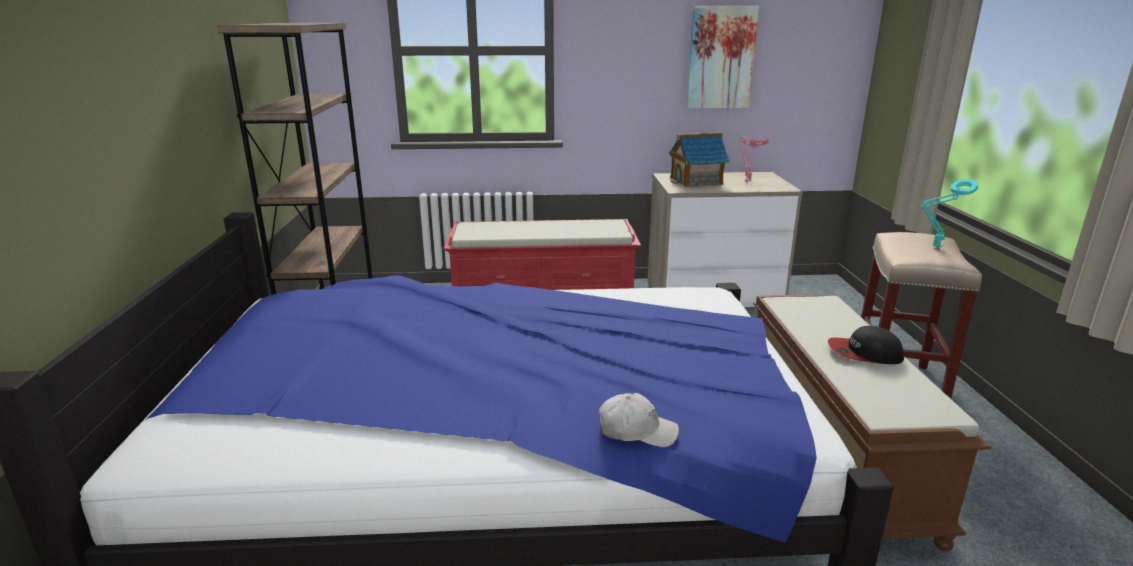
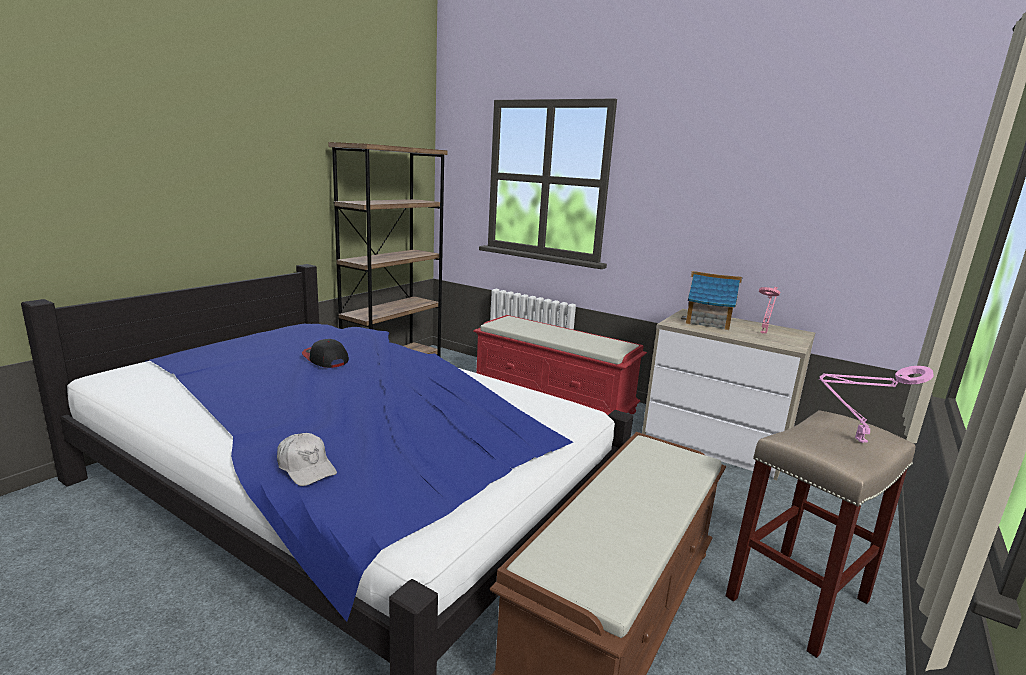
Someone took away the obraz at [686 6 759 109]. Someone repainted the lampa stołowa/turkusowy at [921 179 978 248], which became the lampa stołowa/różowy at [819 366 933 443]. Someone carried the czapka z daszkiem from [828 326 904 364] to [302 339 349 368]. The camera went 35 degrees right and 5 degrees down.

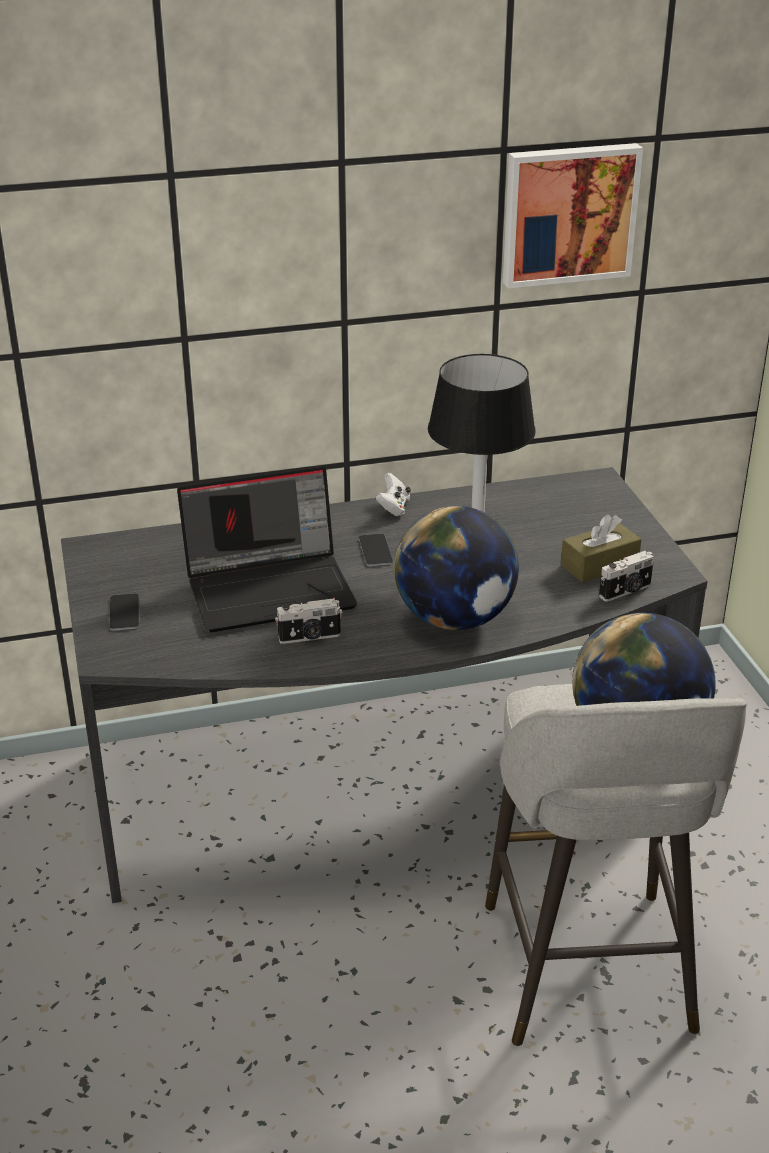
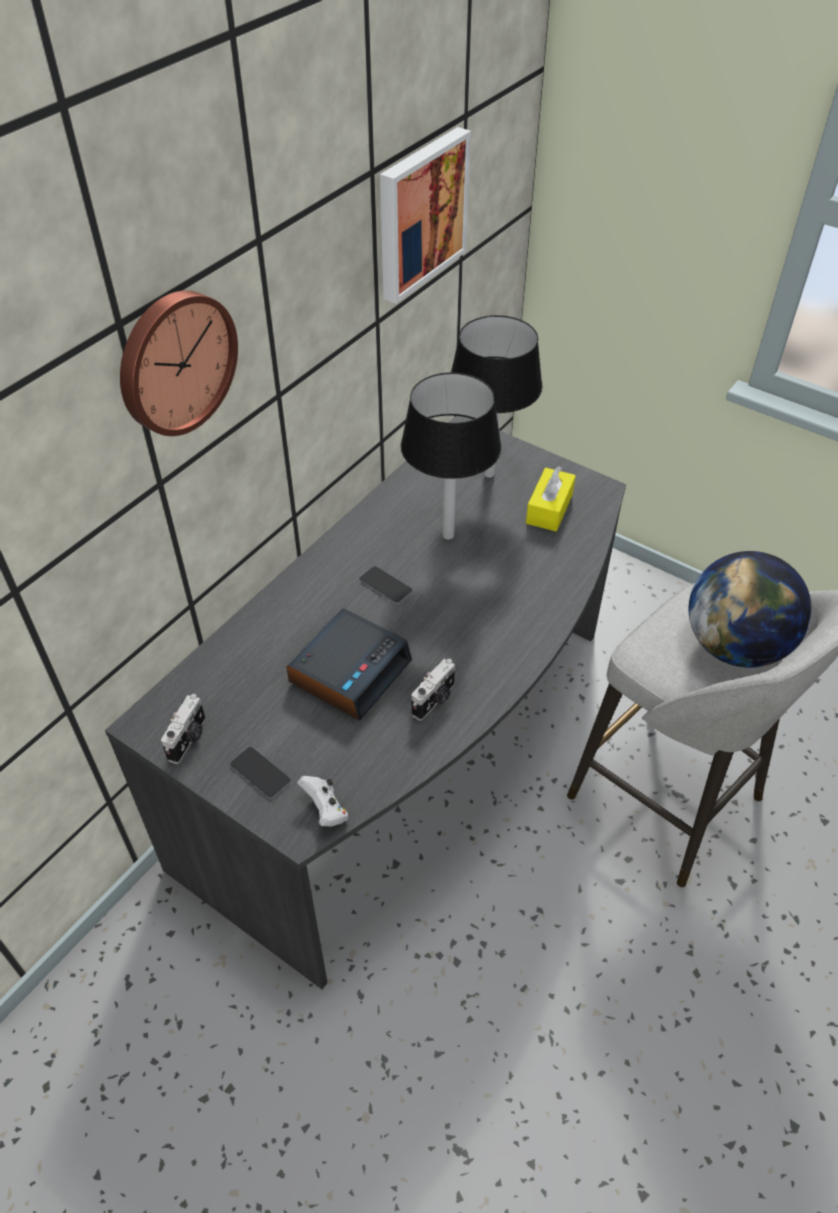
Someone swapped the laptop at [177 467 357 632] for the budzik at [286 608 412 721]. Someone carried the pad do gier/biały from [376 473 411 516] to [297 776 348 826]. Someone took away the globus at [394 506 519 630]. Someone repainted the pudełko chusteczek/brązowy at [561 514 641 583], which became the pudełko chusteczek/żółty at [526 466 576 531]. Someone carried the aparat fotograficzny from [599 551 654 602] to [161 694 206 764]. Someone put up the zegar ścienny at [120 290 238 436]. Someone put down the lampa stołowa/czarny at [451 315 543 477]. The camera went 40 degrees left and 15 degrees up.

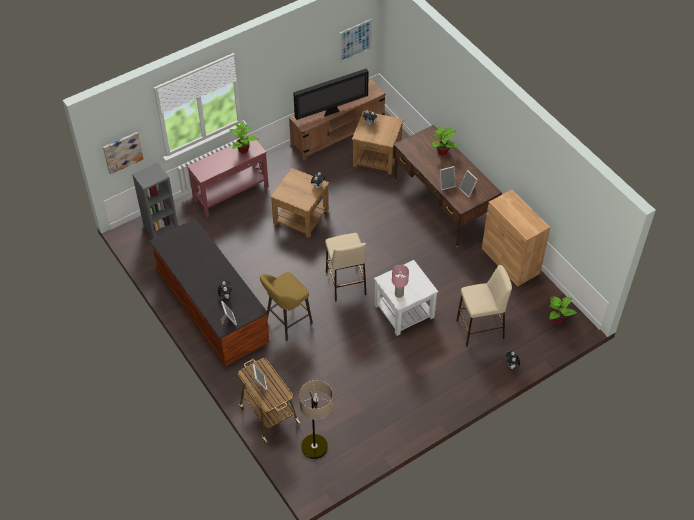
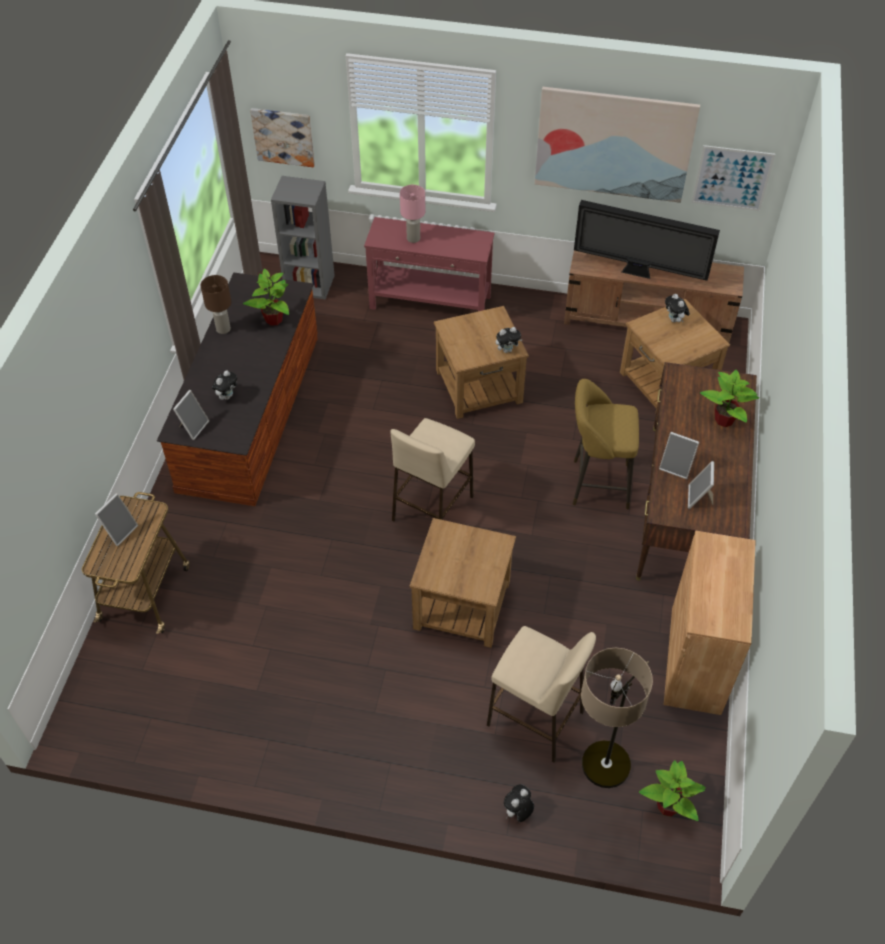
Someone carried the roślina doniczkowa from [230 121 259 154] to [243 268 289 326]. Someone repainted the stolik/biały at [374 260 438 336], which became the stolik/brązowy at [409 518 516 648]. Someone carried the lampa stołowa/różowy from [392 265 409 298] to [400 185 425 243]. Someone carried the stołek/żółty from [260 272 313 341] to [573 379 639 509]. Someone carried the lampa stojąca from [299 380 333 459] to [581 648 653 788]. Someone put up the obraz at [535 87 700 203]. Someone put down the lampa stołowa/brązowy at [200 275 231 334]. The camera went 45 degrees right and 0 degrees up.

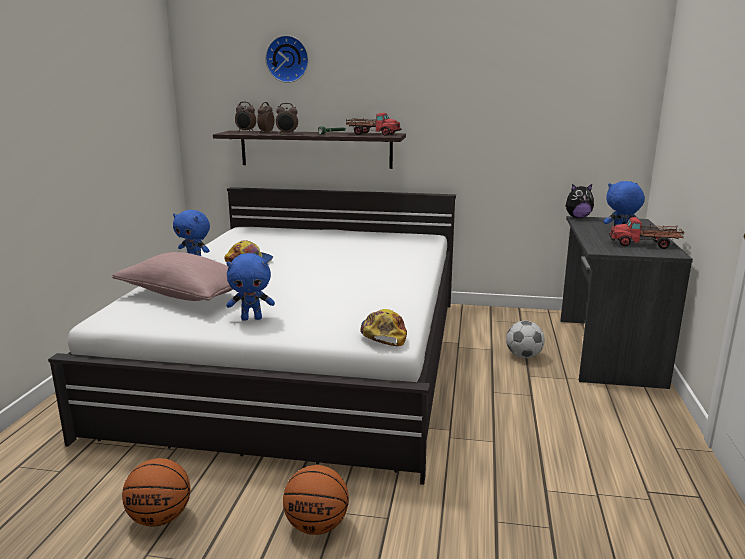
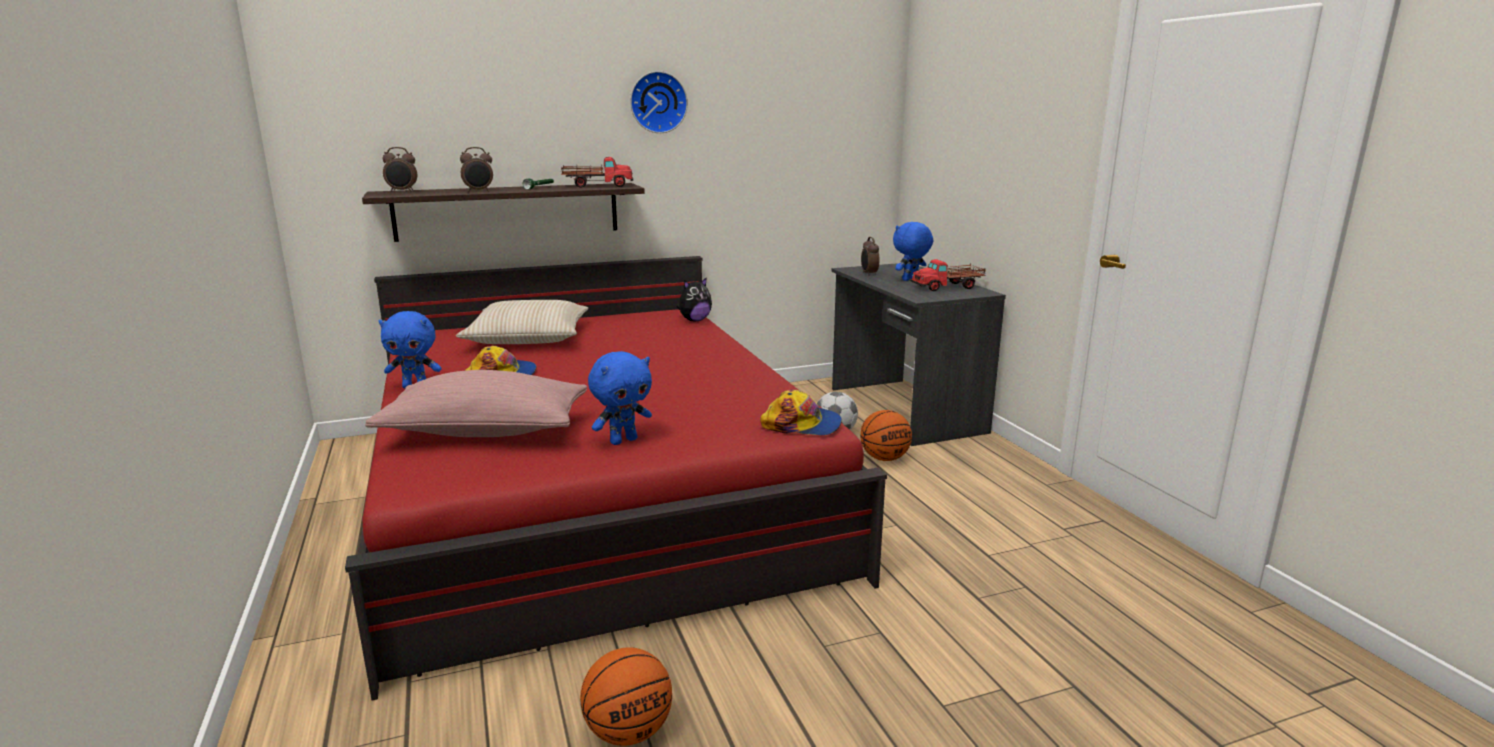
Someone carried the zegar ścienny from [265 35 309 83] to [630 71 688 133]. Someone carried the budzik from [257 102 274 133] to [861 237 880 276]. Someone carried the pluszak from [565 184 594 218] to [677 277 712 321]. Someone repainted the łóżko/biały at [48 187 456 485], which became the łóżko/czerwony at [345 256 887 700]. Someone rotated the czapka z daszkiem at [360 309 407 346] by 135 degrees clockwise. Someone carried the piłka do koszykówki from [283 465 349 535] to [860 410 912 461]. Someone put down the poduszka/beżowy at [456 300 589 344]. The camera went 30 degrees left and 0 degrees up.

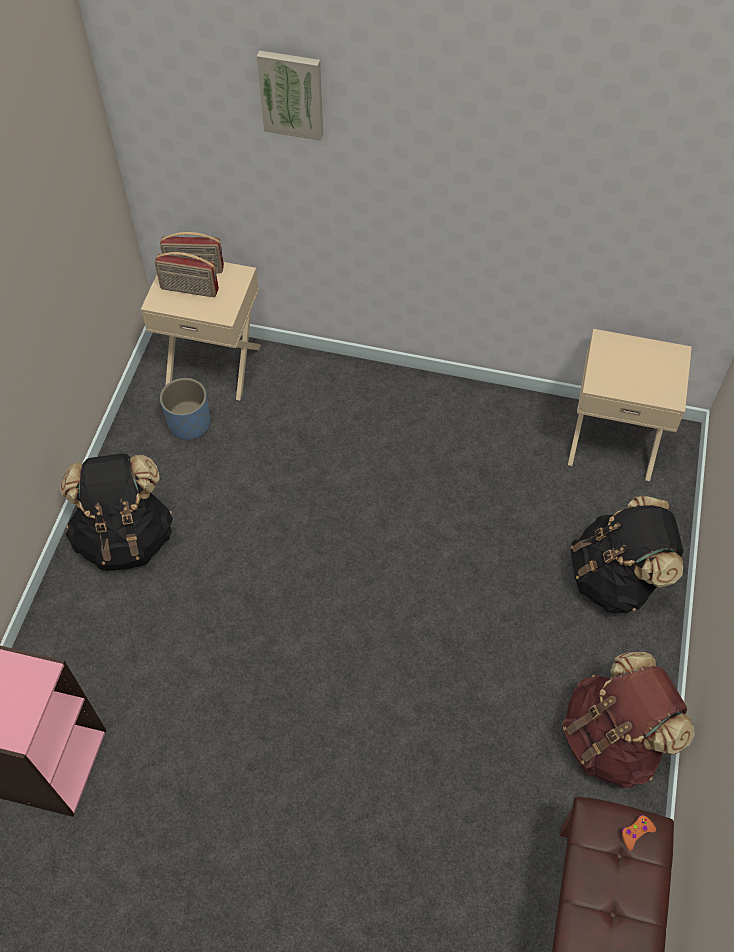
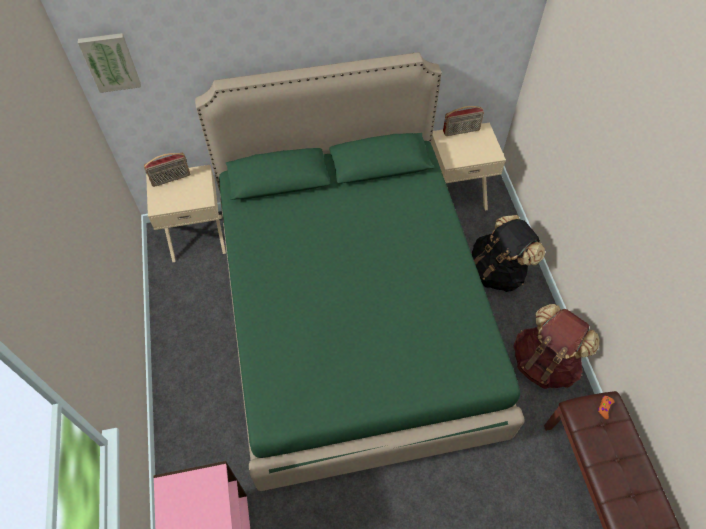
Someone carried the obraz from [257 50 323 141] to [78 33 141 93]. Someone carried the radio from [155 252 219 297] to [443 106 484 136]. Someone took away the donica/niebieski at [160 378 210 441]. Someone took away the plecak/czarny at [61 453 173 571]. Someone put down the łóżko/zielony at [195 52 525 491]. The camera went 25 degrees left and 0 degrees up.

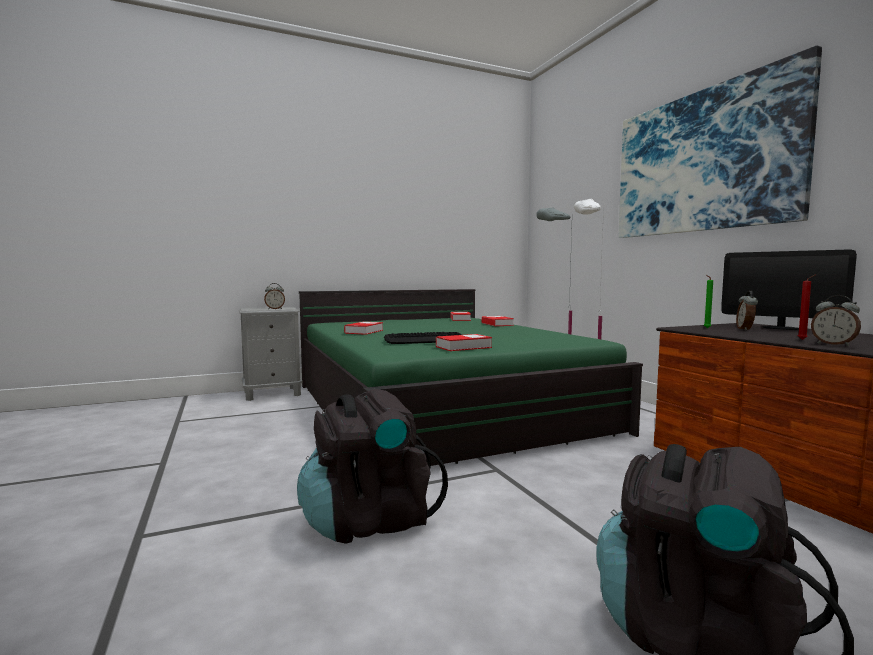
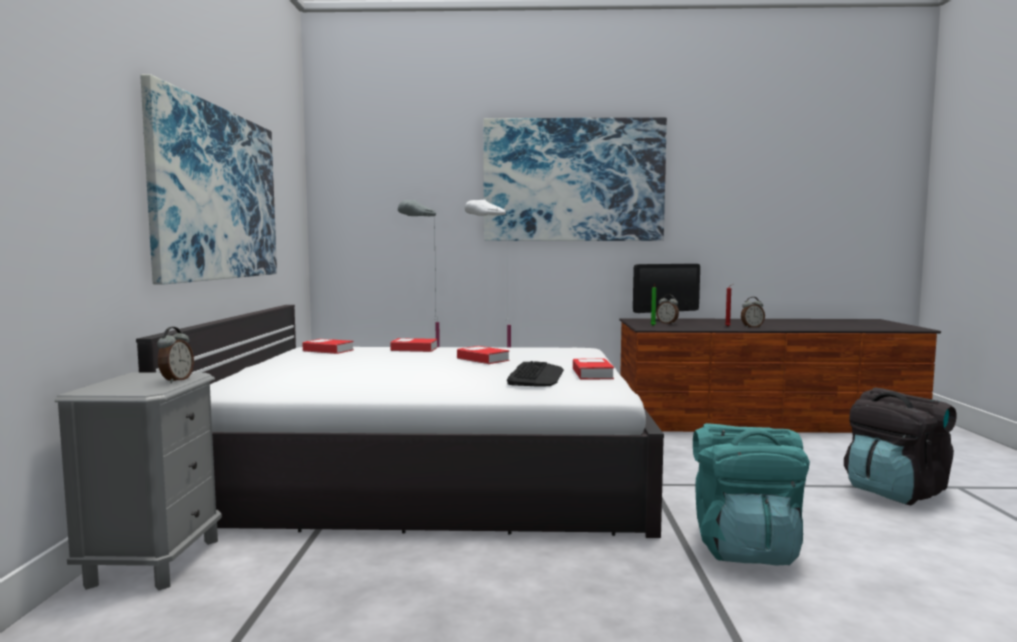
Someone repainted the łóżko/zielony at [299 289 643 466], which became the łóżko/biały at [136 305 664 538]. Someone carried the książka from [344 322 383 335] to [457 346 509 364]. Someone repainted the plecak/czarny at [297 389 448 544], which became the plecak/turkusowy at [693 423 810 565]. Someone put up the obraz at [140 74 277 285]. The camera went 65 degrees left and 0 degrees up.

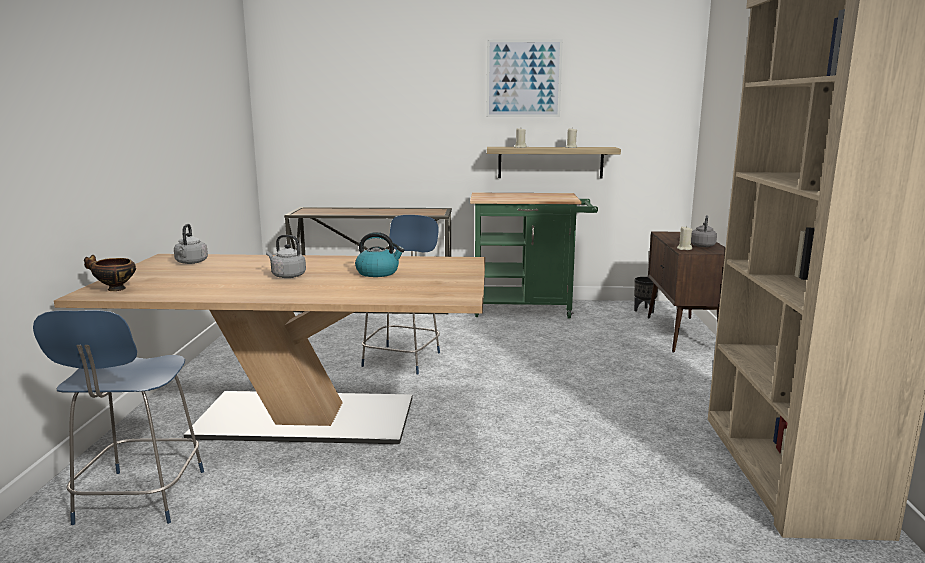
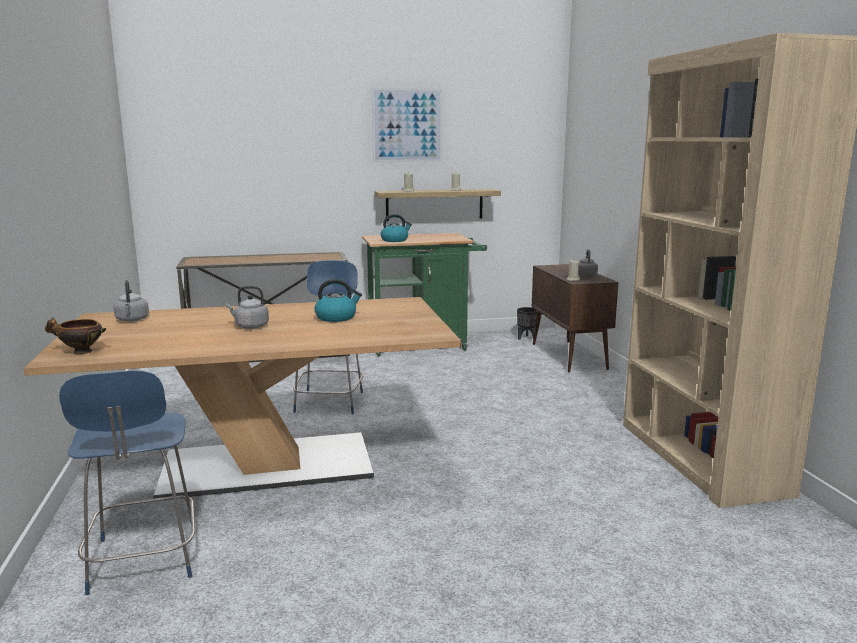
Someone put down the czajnik at [381 214 412 242]. The camera went 15 degrees left and 0 degrees up.

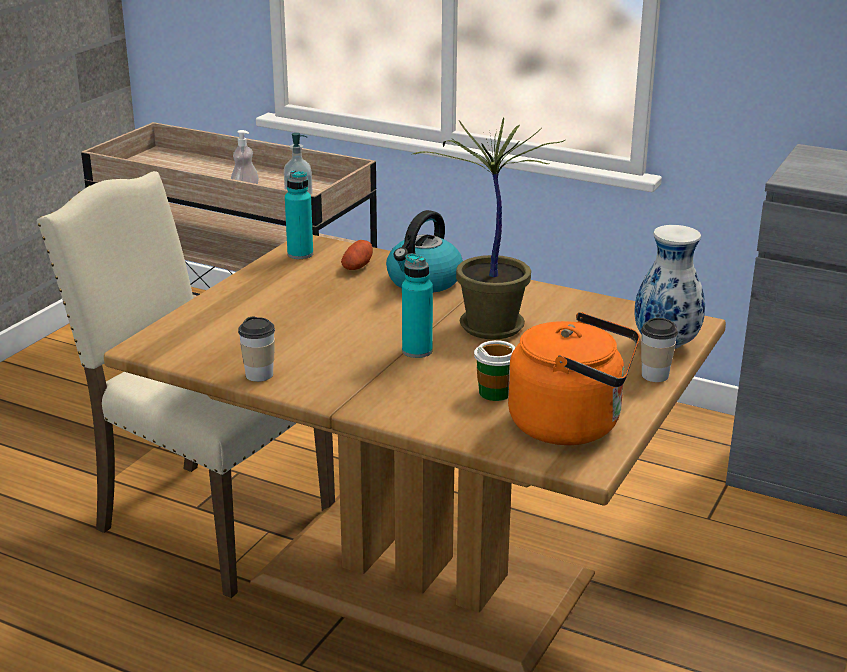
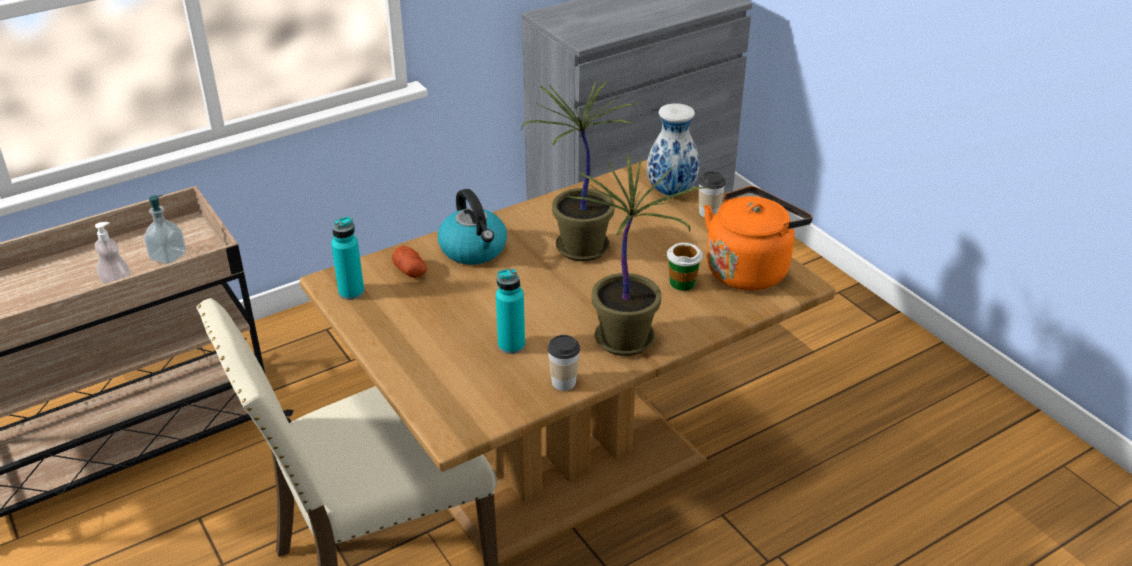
Someone carried the butelka/turkusowy from [402 253 433 358] to [496 269 525 354]. Someone put down the roślina doniczkowa at [568 153 709 356]. The camera went 60 degrees left and 10 degrees up.

